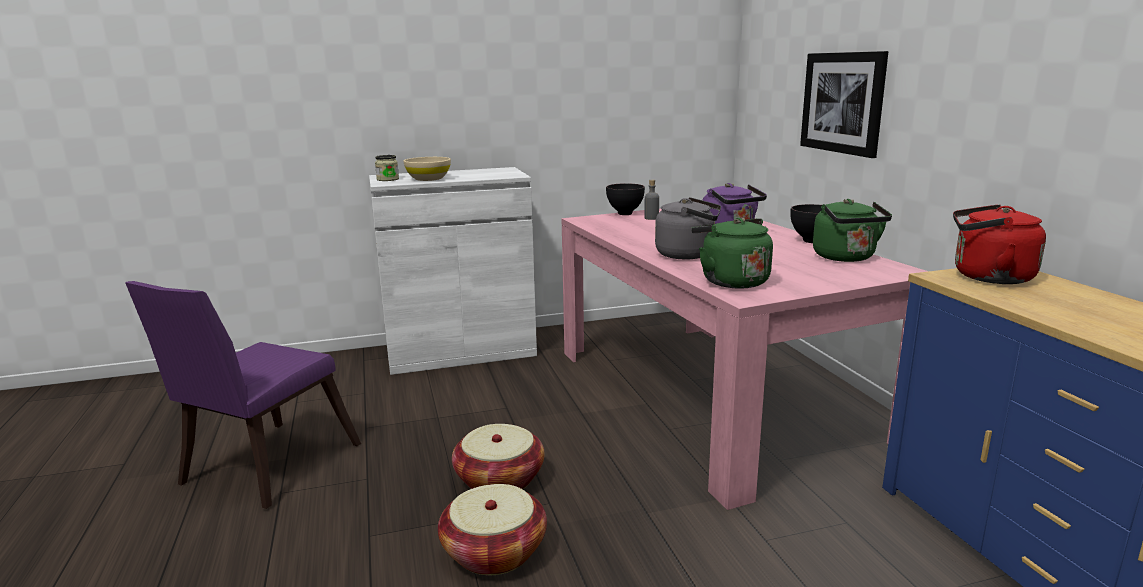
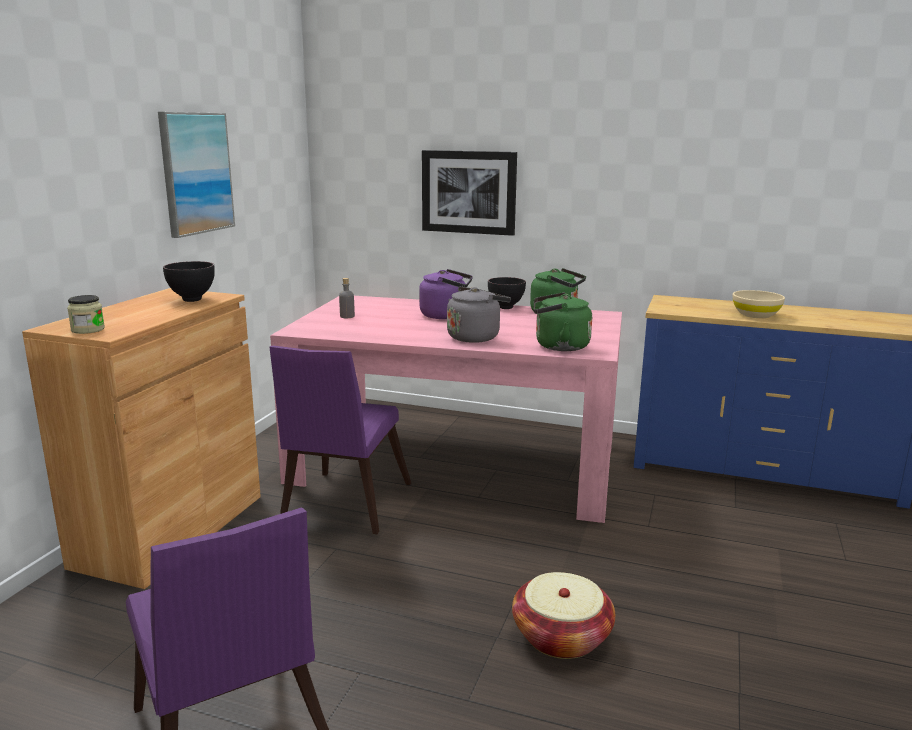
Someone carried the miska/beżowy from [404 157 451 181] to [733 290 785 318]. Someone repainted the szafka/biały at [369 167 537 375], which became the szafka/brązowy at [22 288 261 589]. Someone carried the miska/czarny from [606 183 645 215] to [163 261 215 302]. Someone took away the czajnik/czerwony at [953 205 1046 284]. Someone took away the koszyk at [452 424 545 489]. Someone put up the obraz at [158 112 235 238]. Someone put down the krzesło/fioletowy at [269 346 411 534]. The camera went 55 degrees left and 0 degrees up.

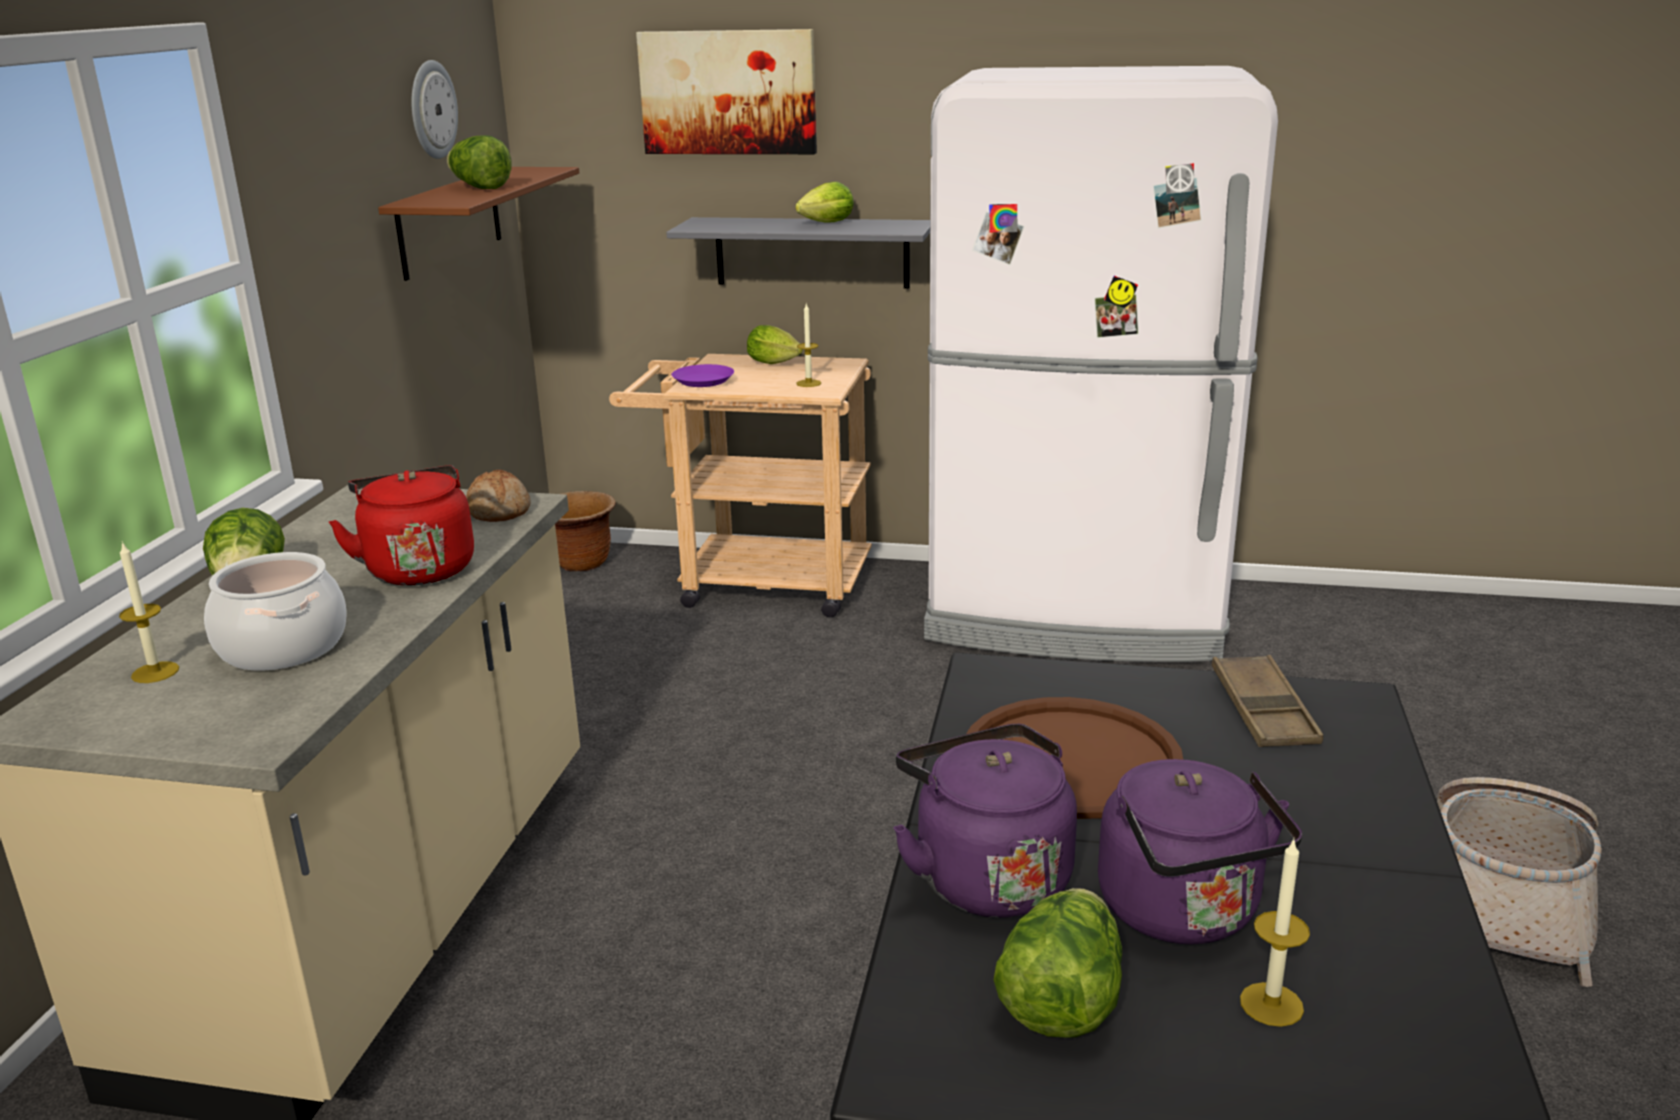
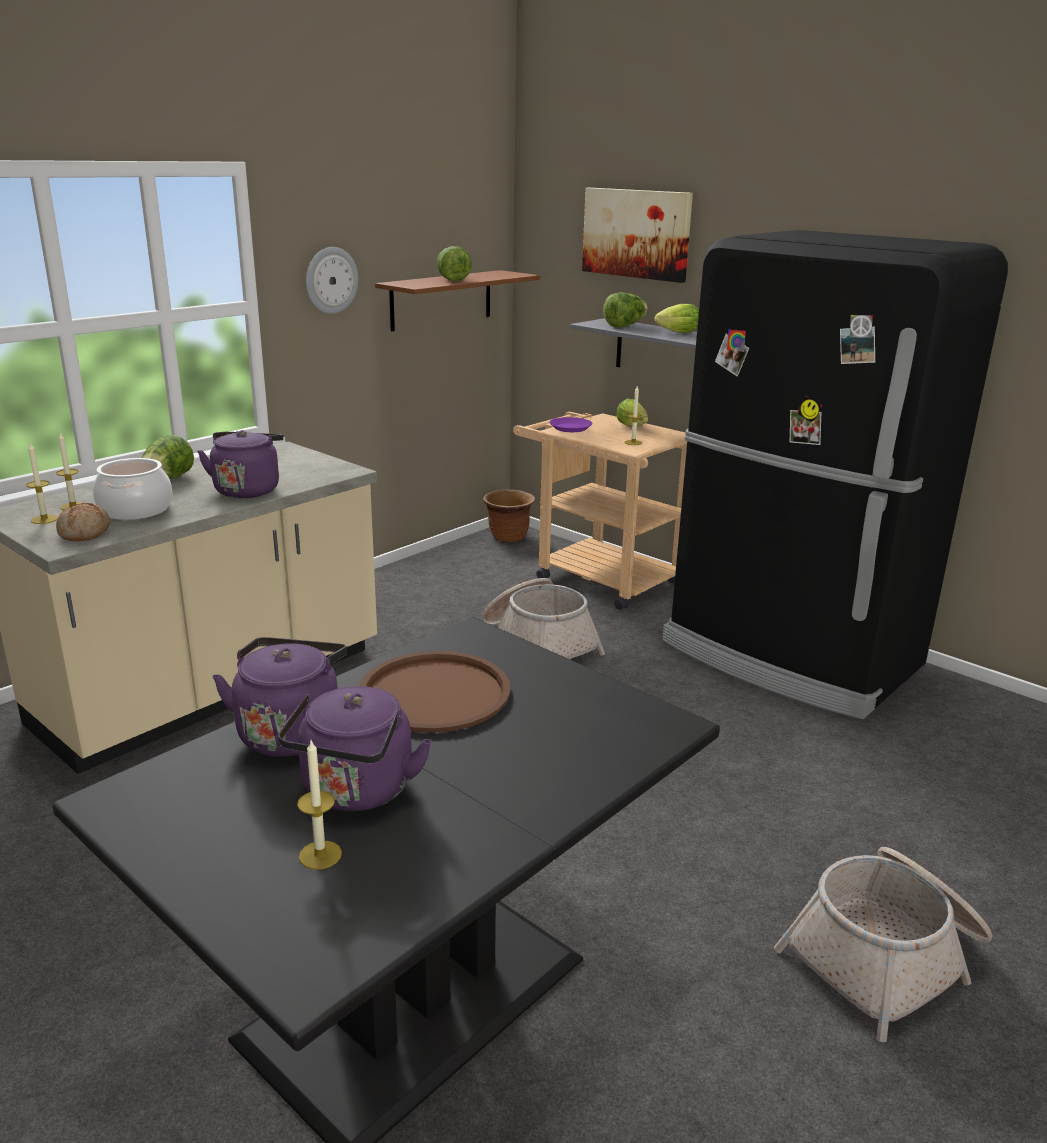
Someone carried the zegar ścienny from [411 60 458 159] to [306 247 358 314]. Someone repainted the lodówka/biały at [924 66 1278 662], which became the lodówka/czarny at [662 230 1008 719]. Someone repainted the czajnik/czerwony at [329 465 474 586], which became the czajnik/fioletowy at [197 430 284 498]. Someone carried the chleb from [466 470 531 522] to [56 503 110 541]. Someone took away the taca/brązowy at [1212 655 1323 747]. Someone carried the sałata from [994 888 1122 1037] to [603 292 648 327]. Someone put down the świeca at [26 444 58 524]. Someone put down the koszyk at [482 578 605 659]. The camera went 30 degrees right and 0 degrees up.

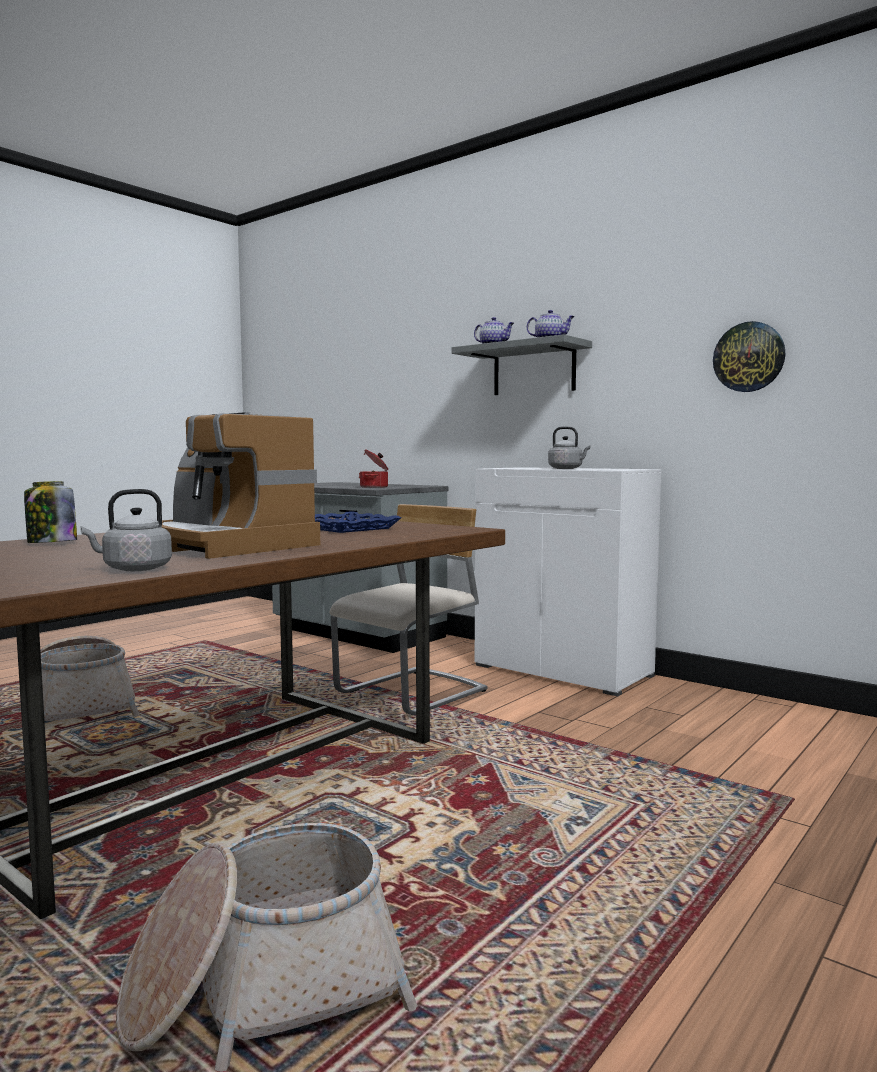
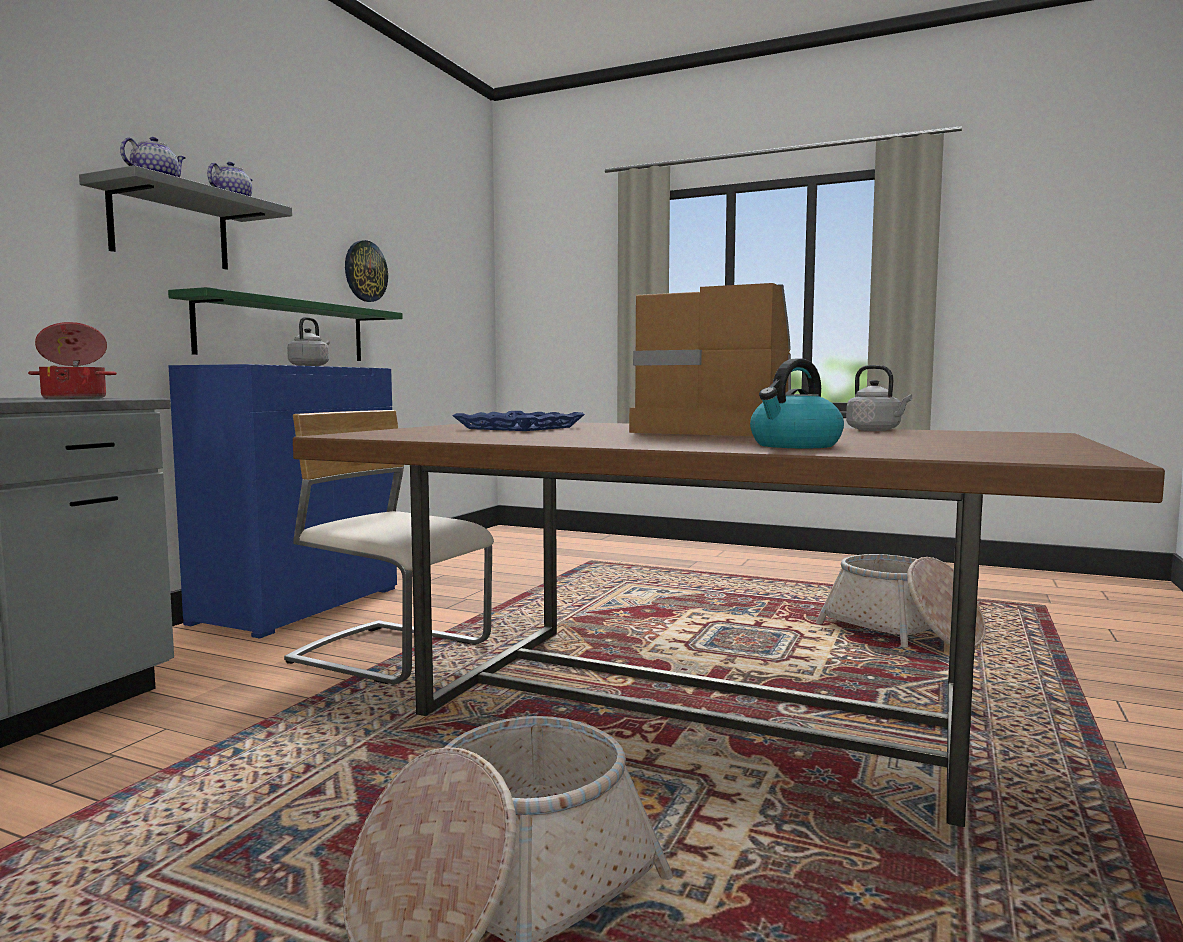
Someone rotated the ekspres do kawy at [162 412 320 559] by 90 degrees counterclockwise. Someone repainted the szafka/biały at [475 467 661 697], which became the szafka/niebieski at [169 364 397 638]. Someone swapped the słoik at [24 481 77 543] for the czajnik at [750 358 844 448]. Someone put up the półka/zielony at [168 287 403 361]. The camera went 105 degrees left and 0 degrees up.

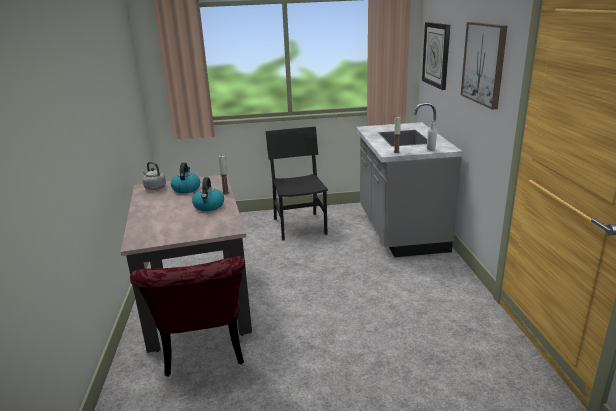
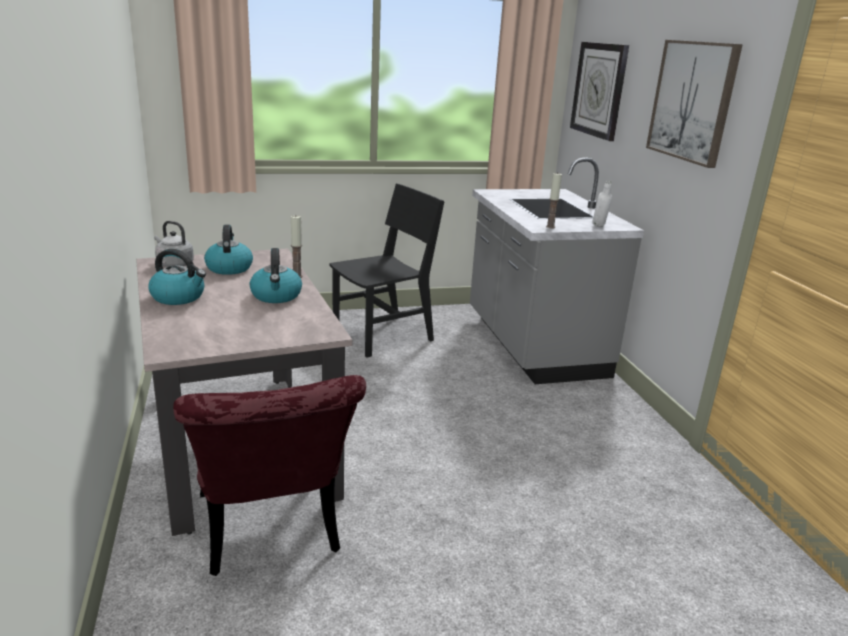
Someone rotated the krzesło/czarny at [265 127 328 241] by 75 degrees clockwise. Someone put down the czajnik at [149 249 206 305]. The camera went 10 degrees left and 0 degrees up.

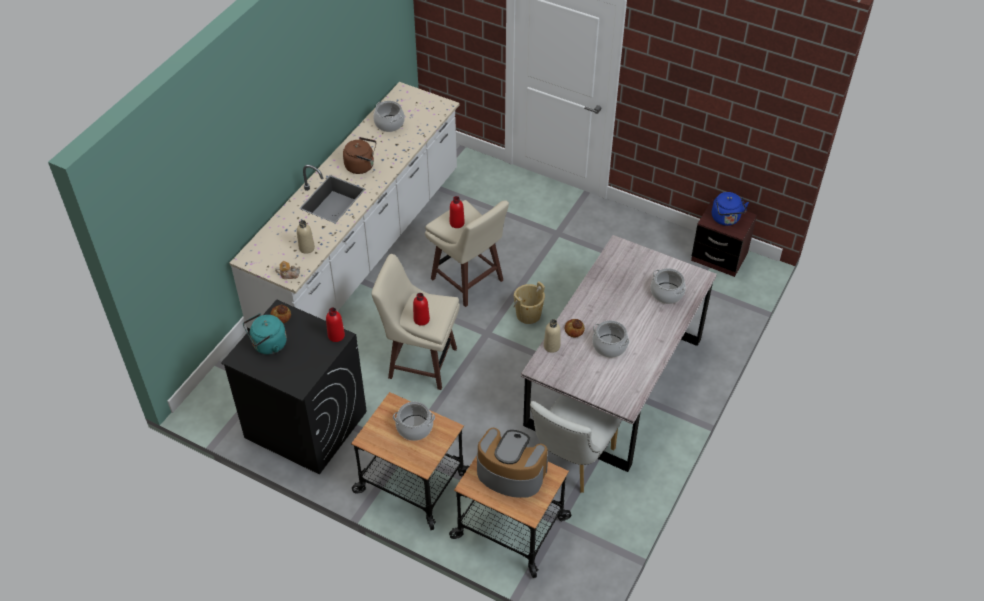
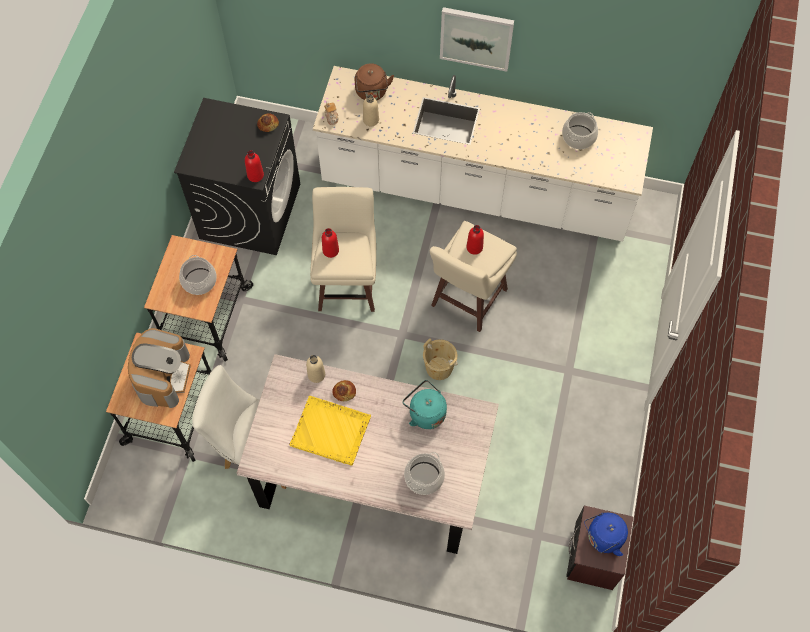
Someone carried the czajnik/brązowy from [343 137 376 174] to [355 63 394 100]. Someone carried the czajnik/turkusowy from [243 314 287 354] to [403 380 447 429]. Someone swapped the garnek at [592 320 630 358] for the taca/żółty at [289 396 371 466]. Someone put up the obraz at [440 7 514 72]. The camera went 75 degrees right and 15 degrees up.

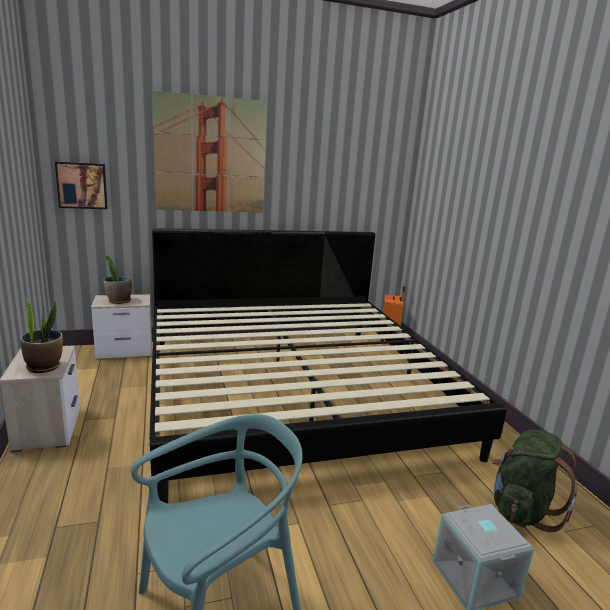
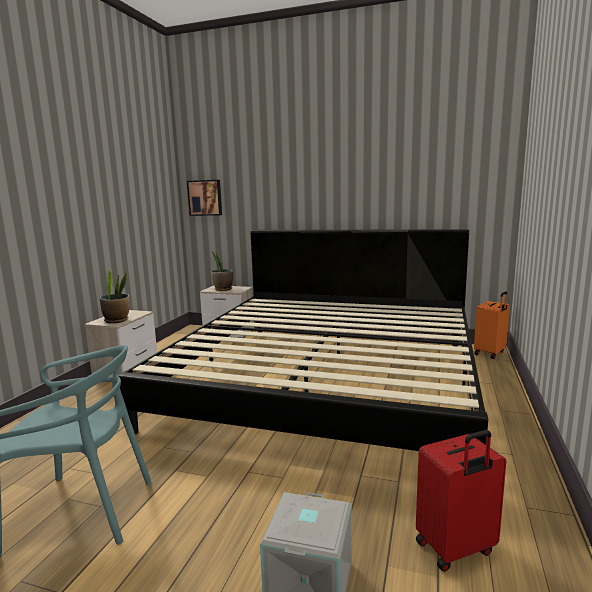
Someone took away the obraz at [152 90 267 213]. Someone swapped the plecak/zielony at [492 430 577 532] for the walizka/czerwony at [416 430 506 572]. The camera went 35 degrees right and 5 degrees down.

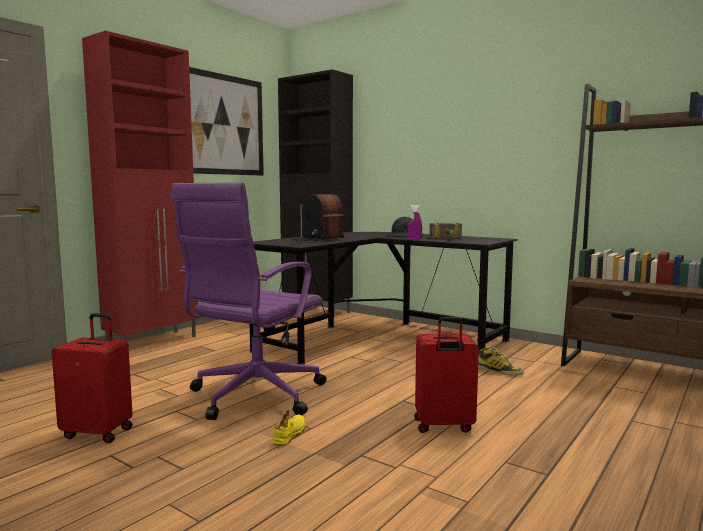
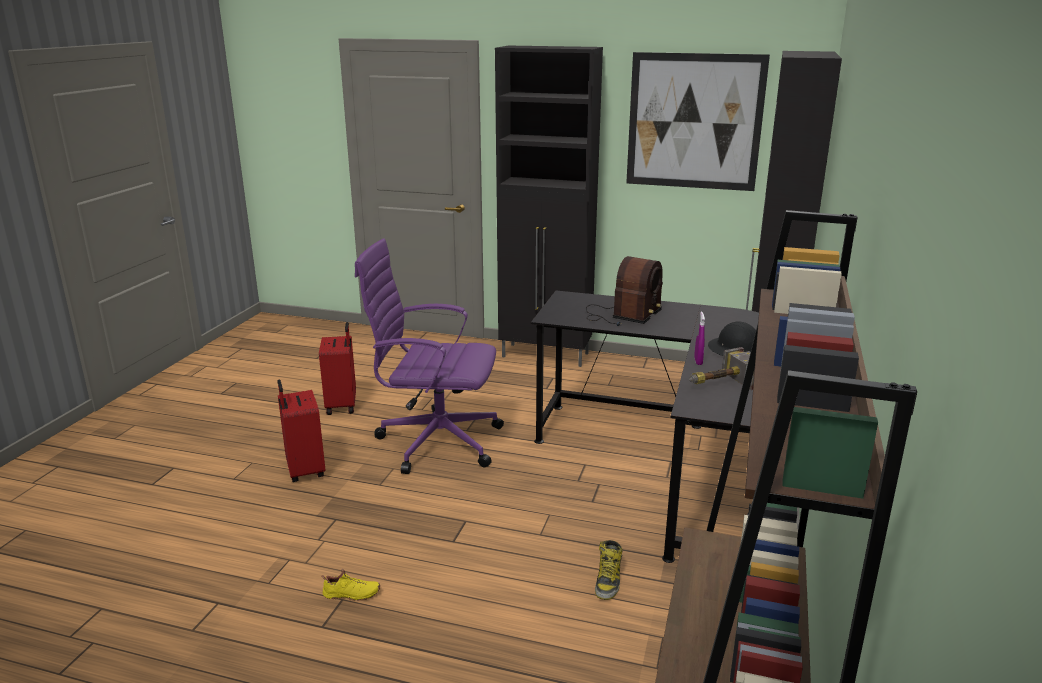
Someone repainted the szafka/czerwony at [82 31 199 341], which became the szafka/czarny at [495 46 603 367]. Someone carried the walizka/czerwony from [414 317 479 433] to [277 380 325 482]. Someone carried the but/żółty from [273 409 305 446] to [321 569 380 601]. The camera went 70 degrees right and 15 degrees up.

